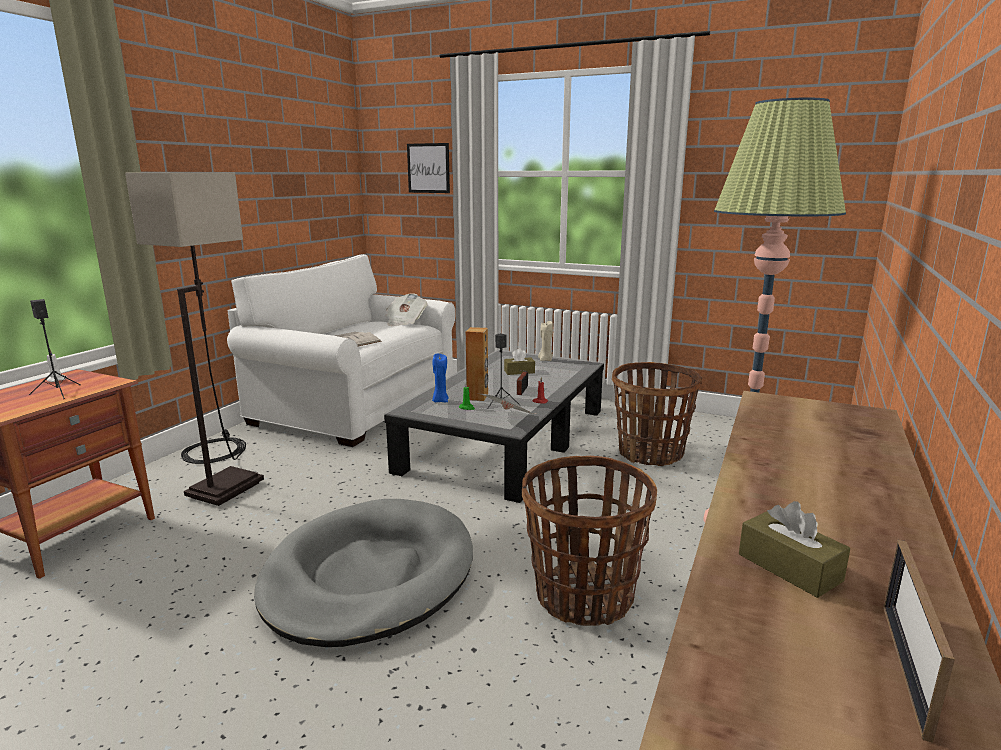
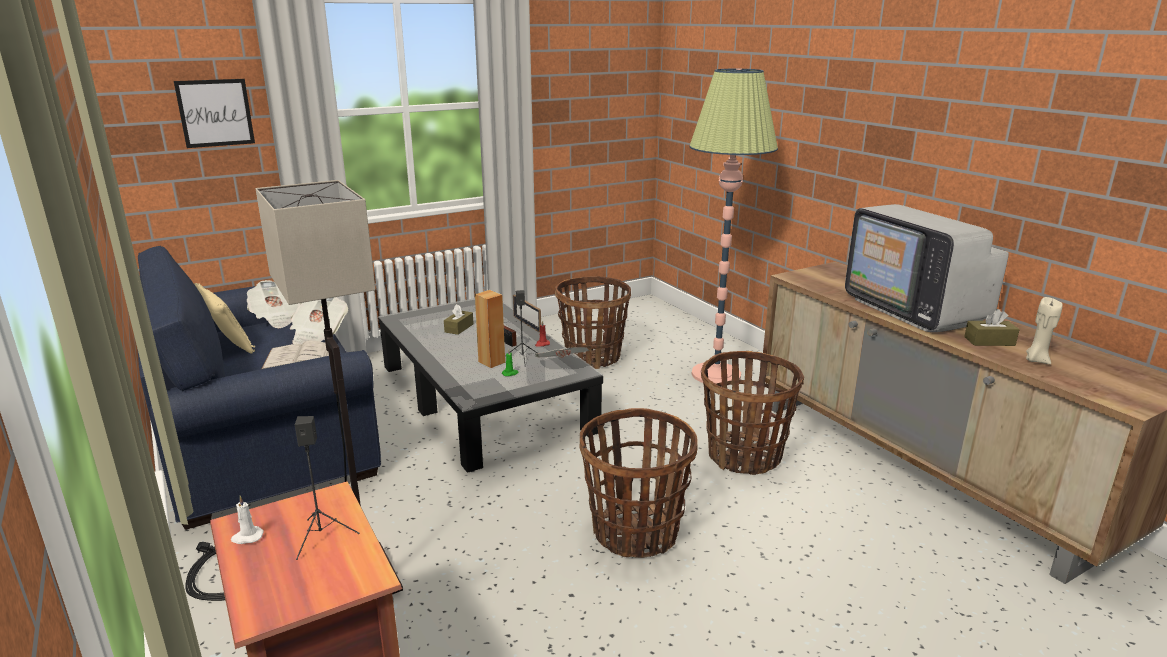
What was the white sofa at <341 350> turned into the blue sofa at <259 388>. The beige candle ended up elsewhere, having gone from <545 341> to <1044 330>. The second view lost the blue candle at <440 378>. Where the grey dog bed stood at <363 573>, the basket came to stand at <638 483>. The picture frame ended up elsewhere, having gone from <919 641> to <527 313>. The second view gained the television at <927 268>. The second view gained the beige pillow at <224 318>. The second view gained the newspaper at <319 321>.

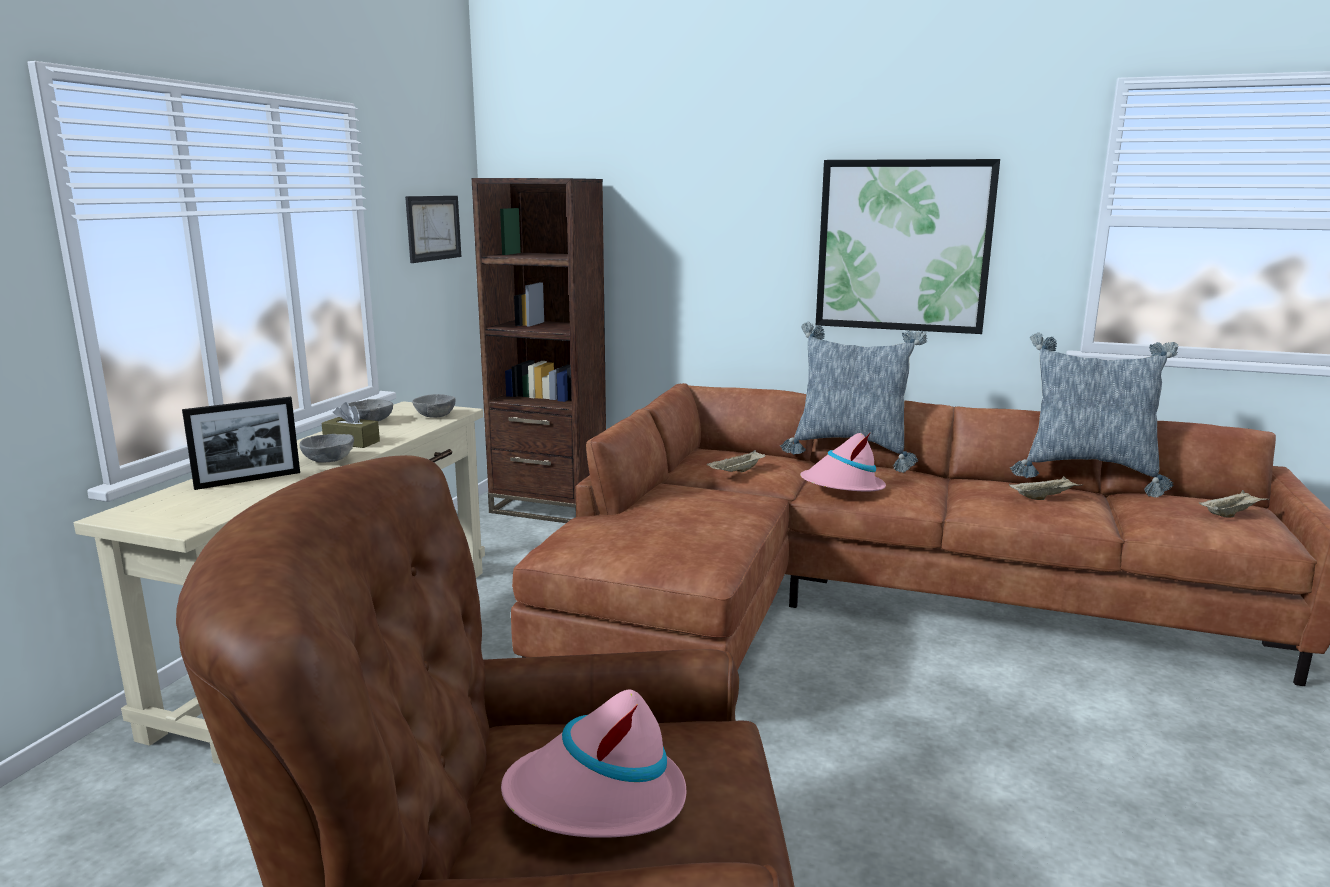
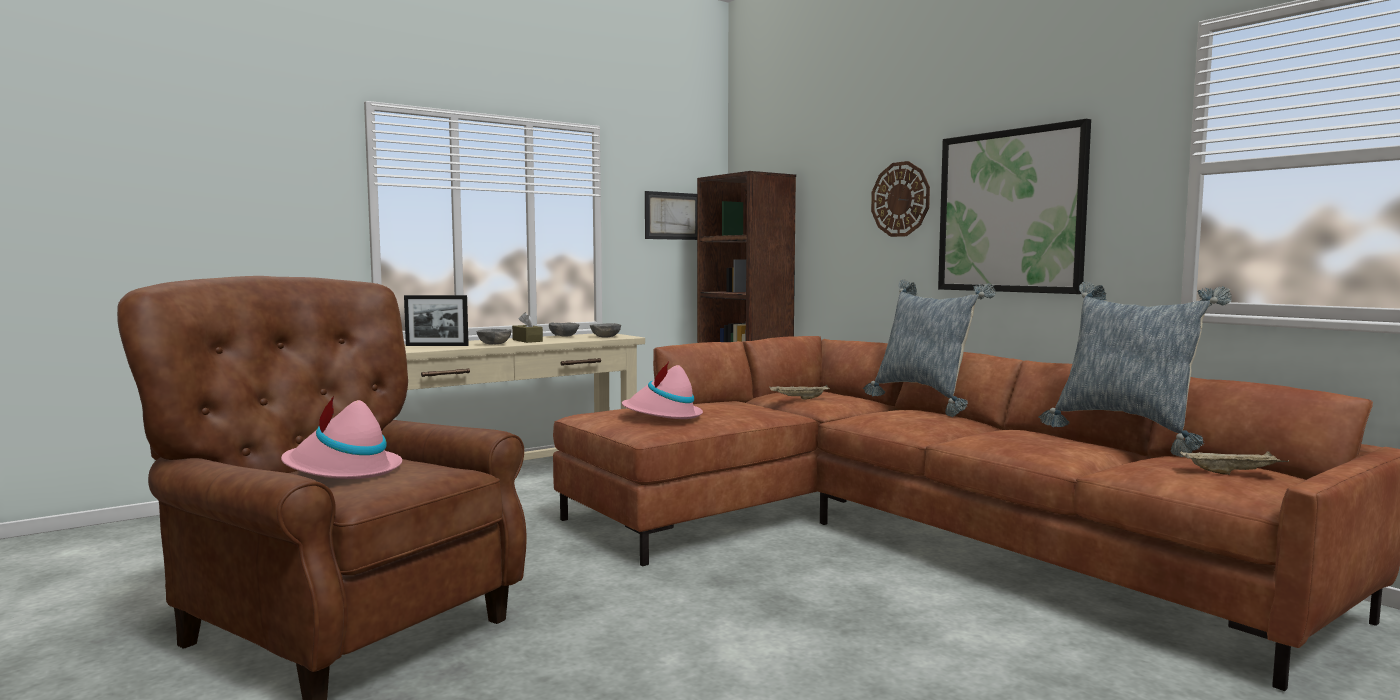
The pink hat ended up elsewhere, having gone from <843 462> to <662 390>. The second view lost the beige tray at <1045 488>. The second view gained the wall clock at <900 199>.

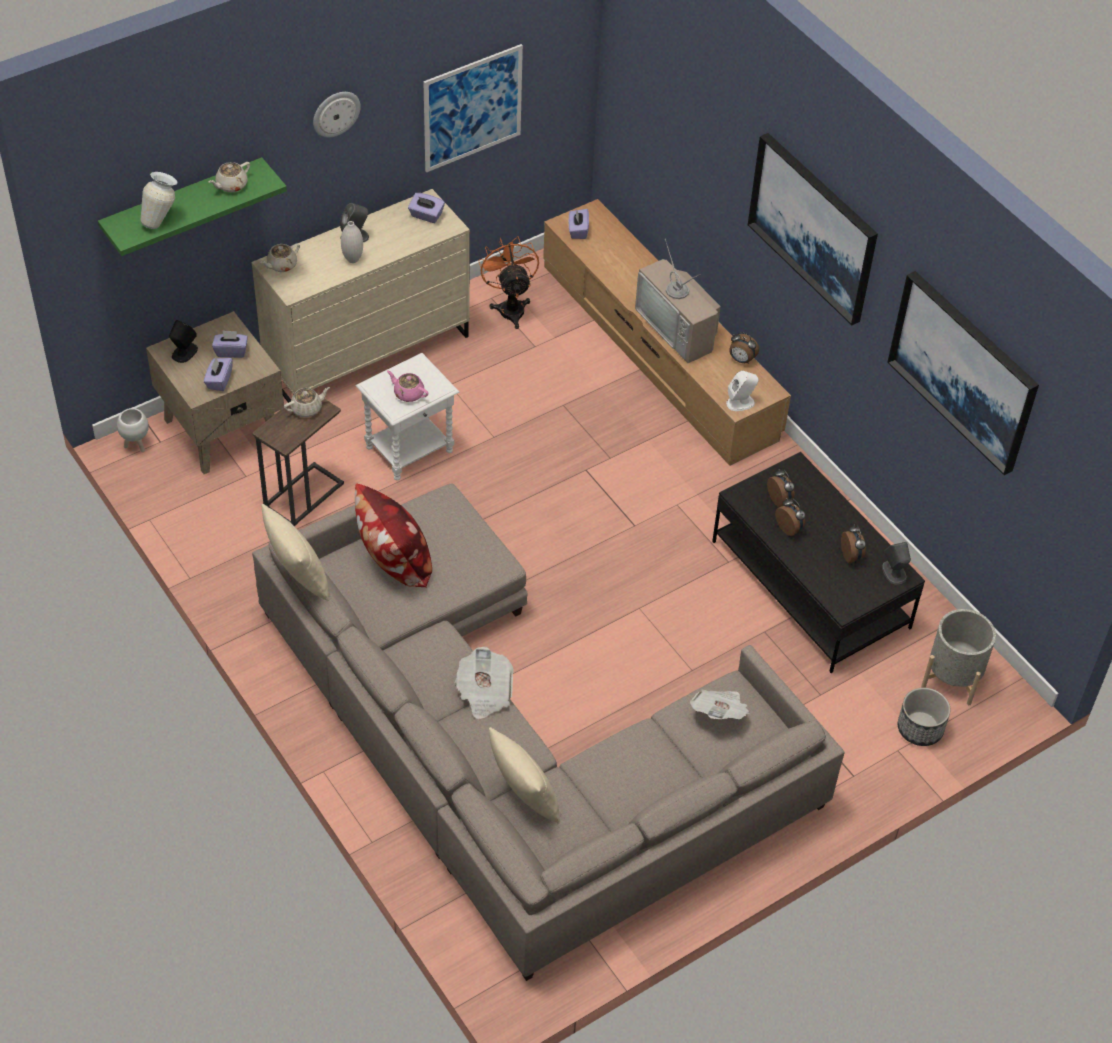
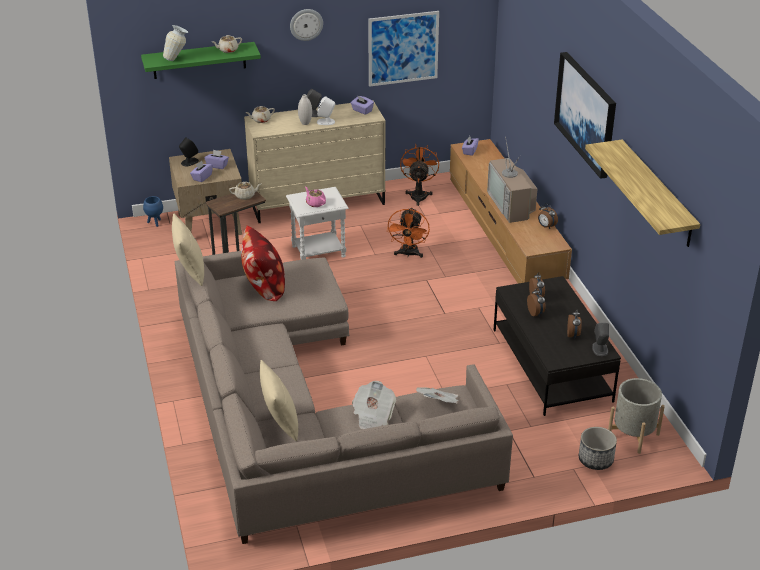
Where the picture hung at <963 373>, the shelf came to hang at <642 193>. The white speaker ended up elsewhere, having gone from <742 391> to <326 110>. What was the white planter at <133 430> turned into the blue planter at <153 211>. The newspaper ended up elsewhere, having gone from <484 683> to <374 405>. The second view gained the orange fan at <408 232>.

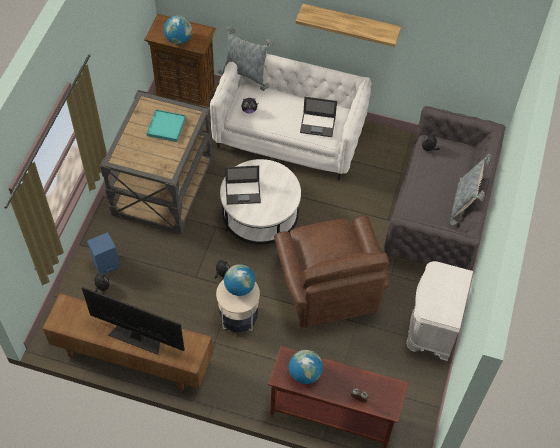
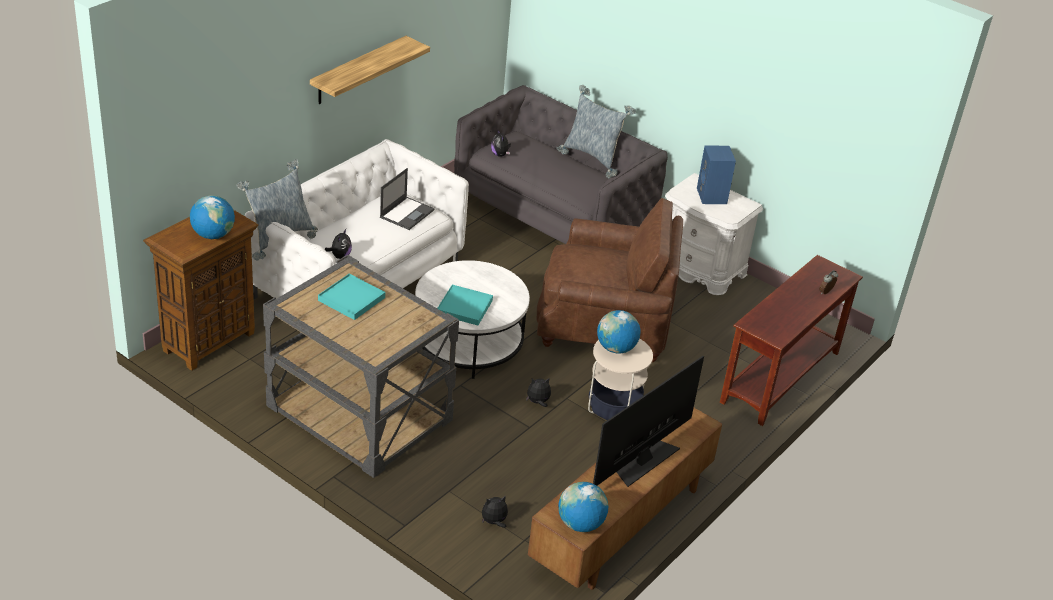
Where the laptop stood at <243 185>, the turquoise tray came to stand at <465 305>. The blue speaker ended up elsewhere, having gone from <103 253> to <716 174>. The globe ended up elsewhere, having gone from <306 367> to <583 507>.

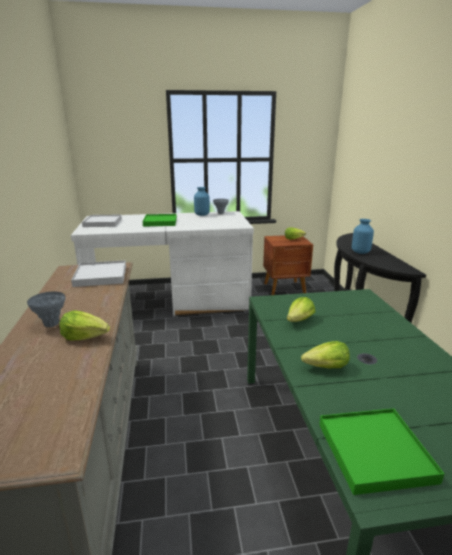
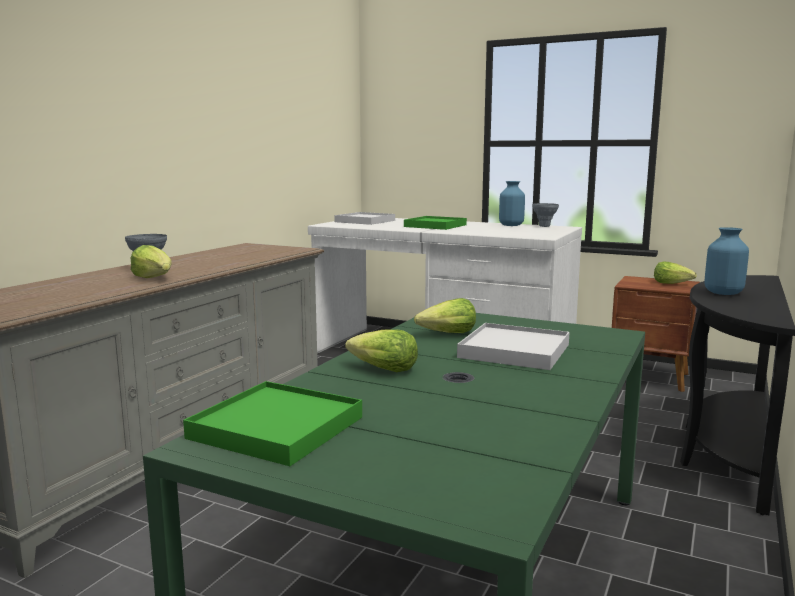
The white tray ended up elsewhere, having gone from <98 273> to <513 346>.

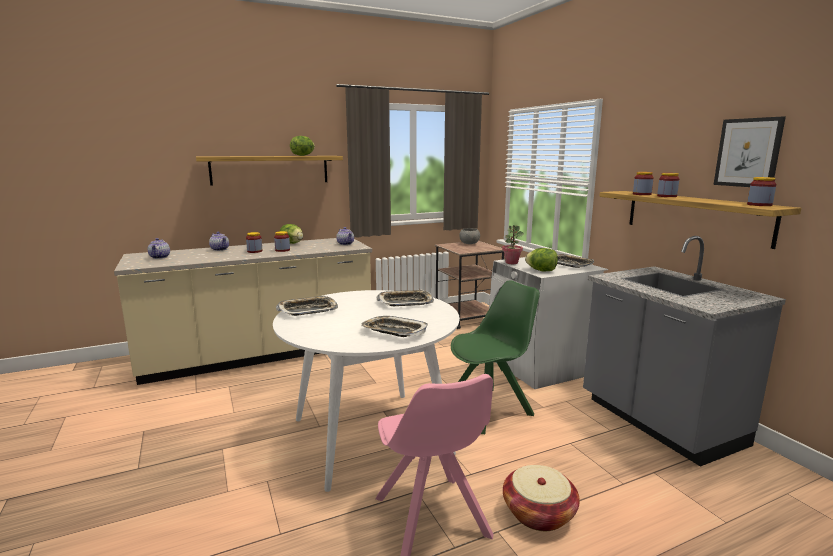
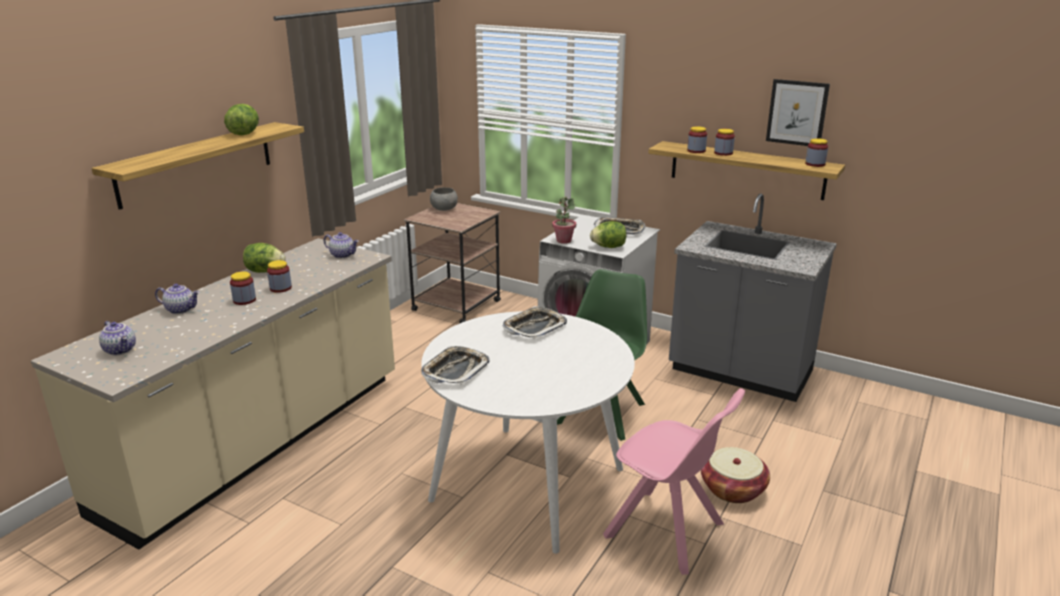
The second view lost the tray at <394 326>.

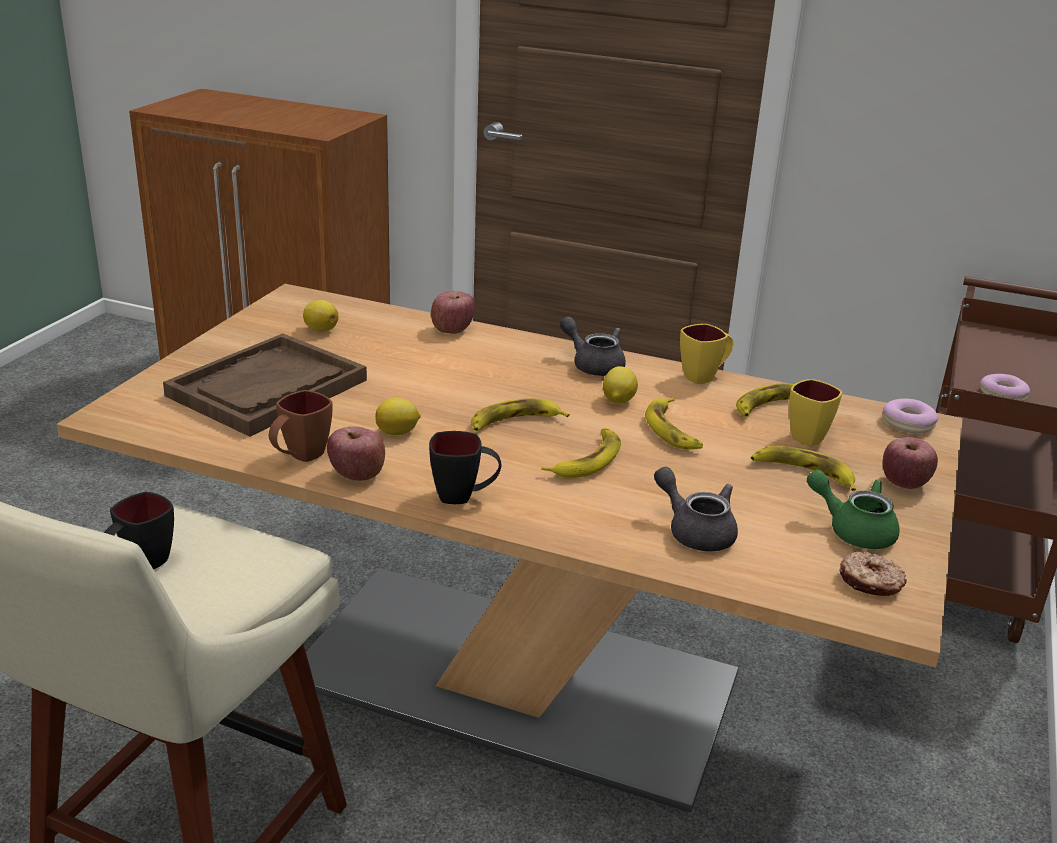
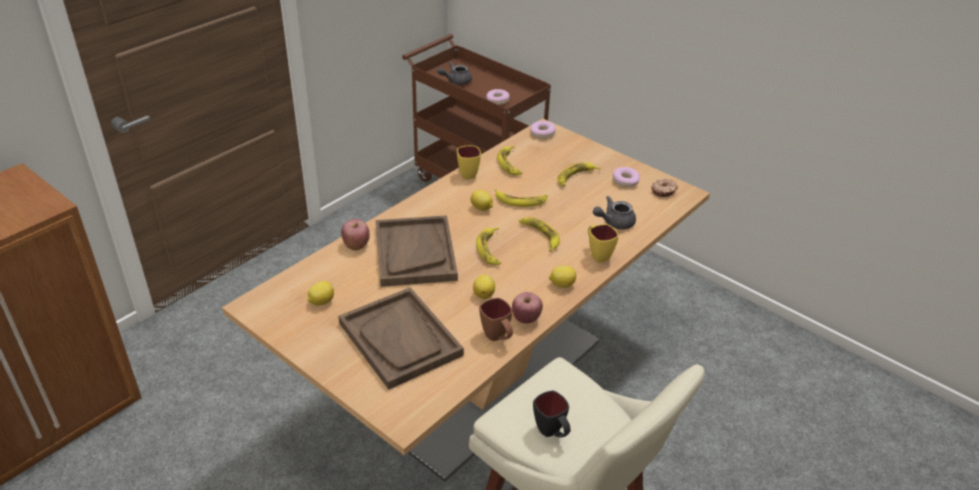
The grey teapot ended up elsewhere, having gone from <593 346> to <455 73>. The yellow mug ended up elsewhere, having gone from <815 412> to <603 243>. Where the black mug stood at <465 467>, the lemon came to stand at <562 277>. The second view lost the apple at <910 463>. Where the green teapot stood at <853 509>, the donut came to stand at <626 177>. The second view gained the brown tray at <417 251>.

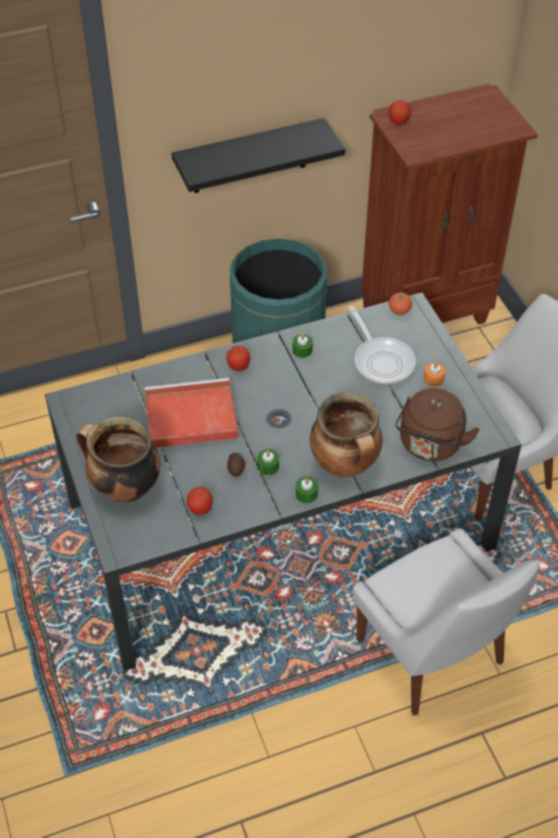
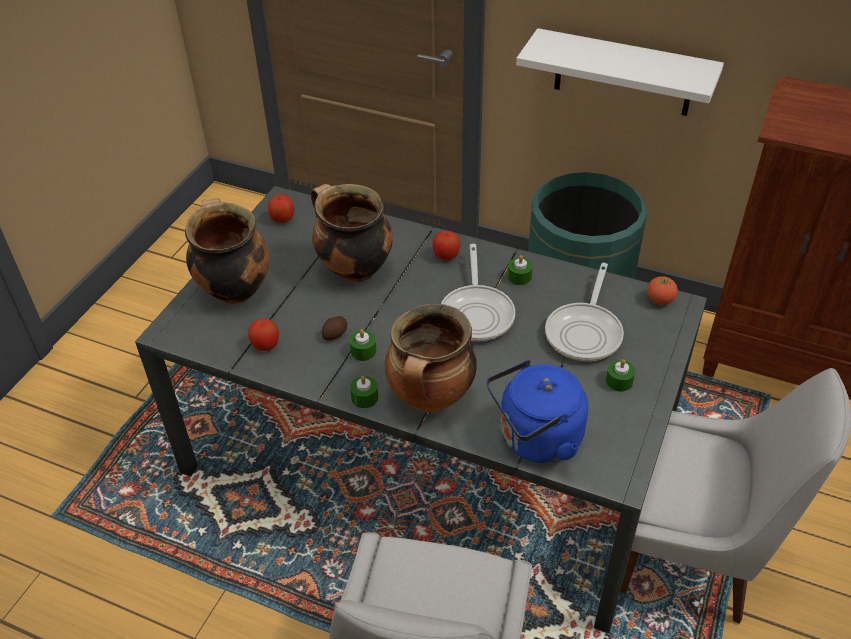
The apple ended up elsewhere, having gone from <400 112> to <281 208>. What was the black shelf at <258 155> turned into the white shelf at <620 72>. What was the orange candle at <434 374> turned into the green candle at <620 375>. Where the red tray stood at <191 413>, the cooking pot came to stand at <352 233>. What was the brown kettle at <437 424> turned into the blue kettle at <537 411>. The second view gained the frying pan at <478 292>.

